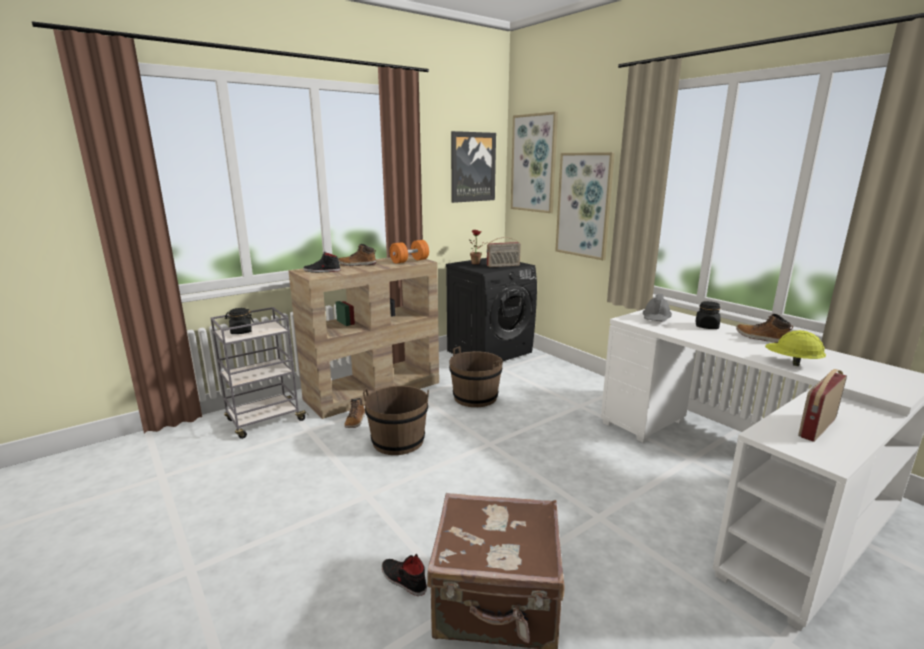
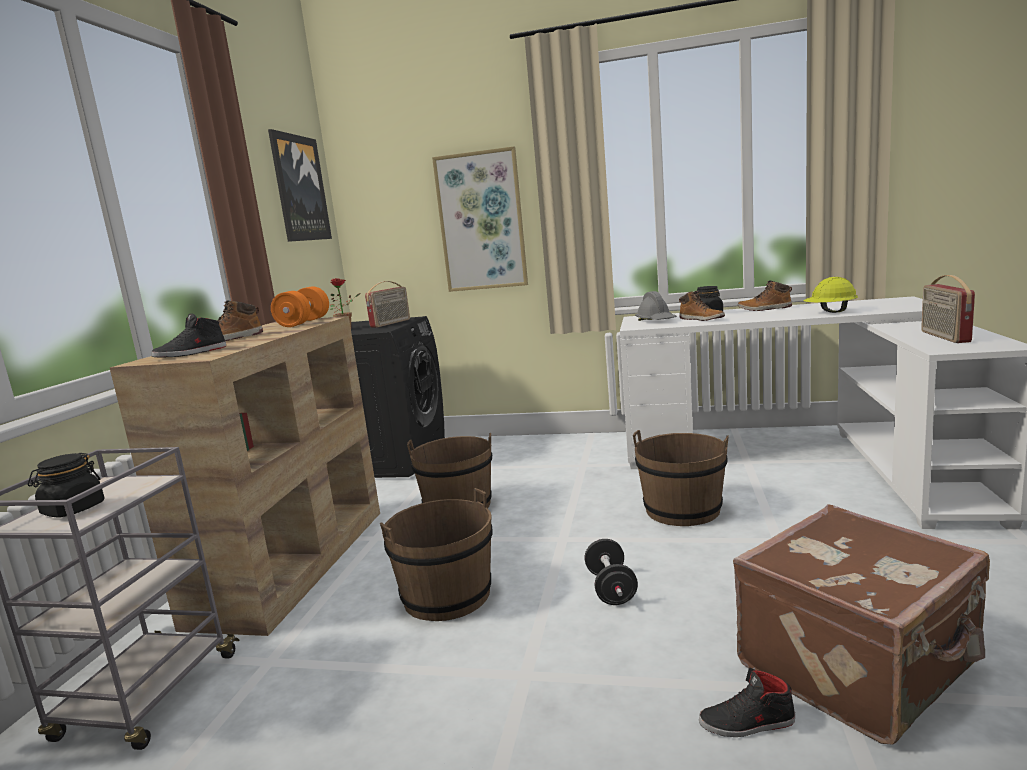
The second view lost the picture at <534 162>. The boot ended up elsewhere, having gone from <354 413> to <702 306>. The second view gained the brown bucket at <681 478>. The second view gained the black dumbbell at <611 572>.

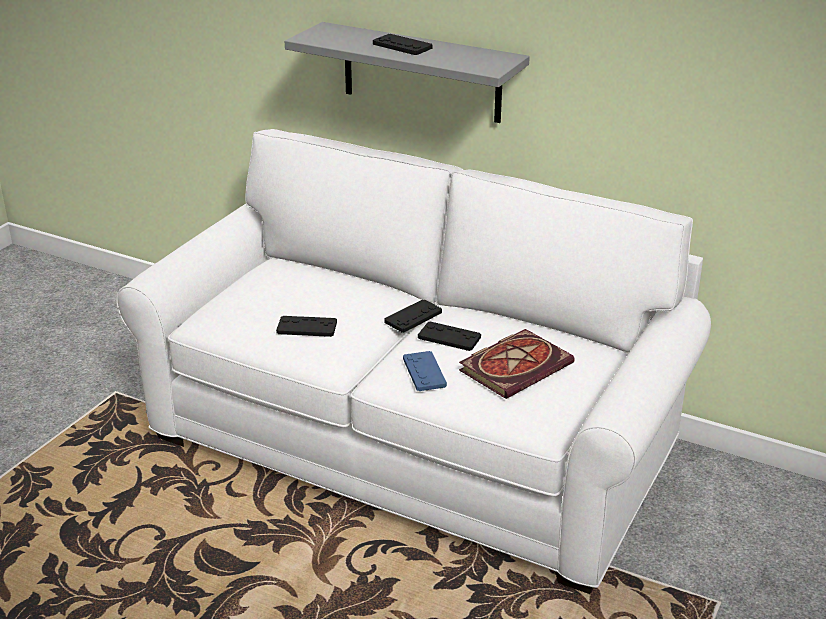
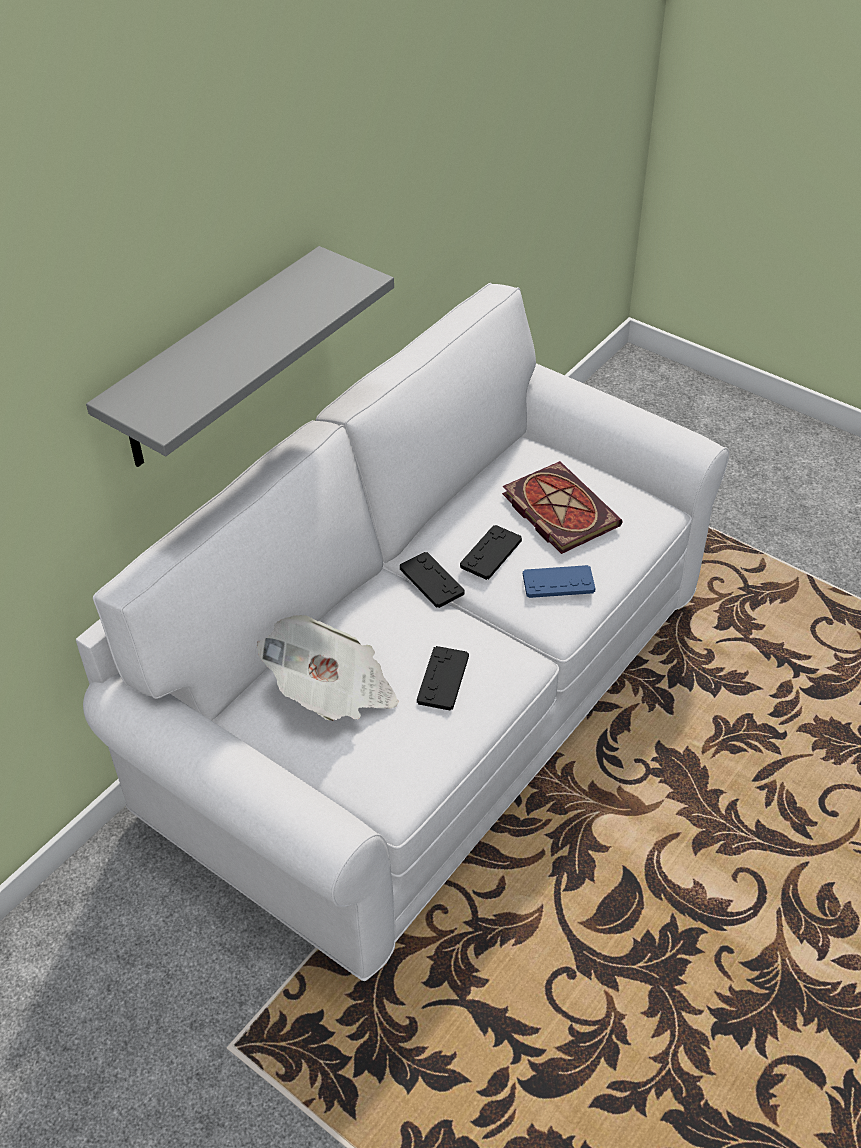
The second view lost the black game controller at <403 44>. The second view gained the newspaper at <328 668>.

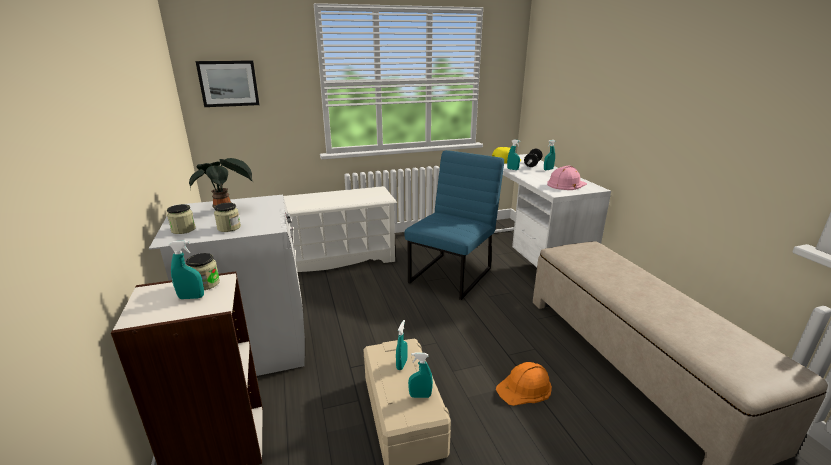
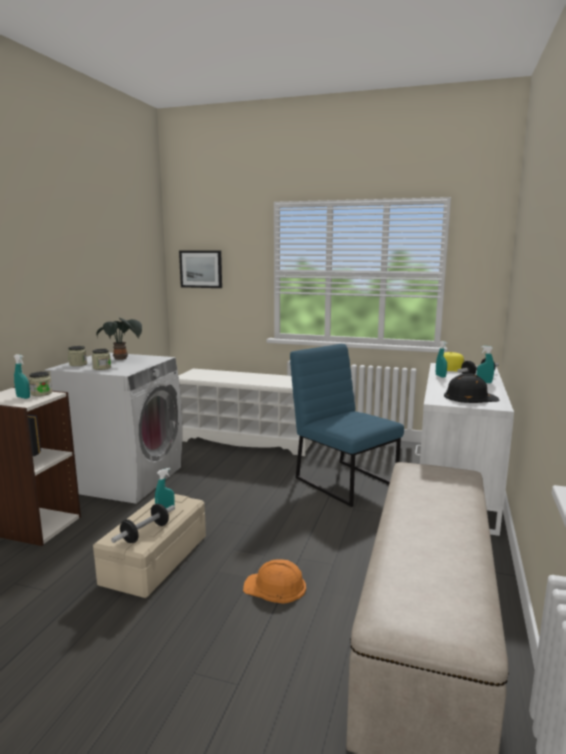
The blue chair at <454 225> ended up facing another way, 105 degrees counterclockwise from before. What was the pink hard hat at <567 178> turned into the black hard hat at <472 388>. Where the turquoise spray bottle stood at <420 375>, the dumbbell came to stand at <143 523>.

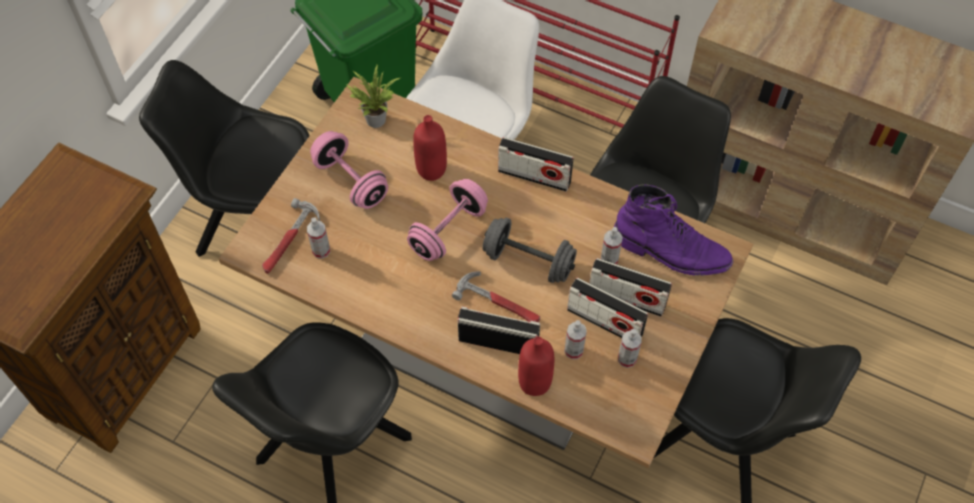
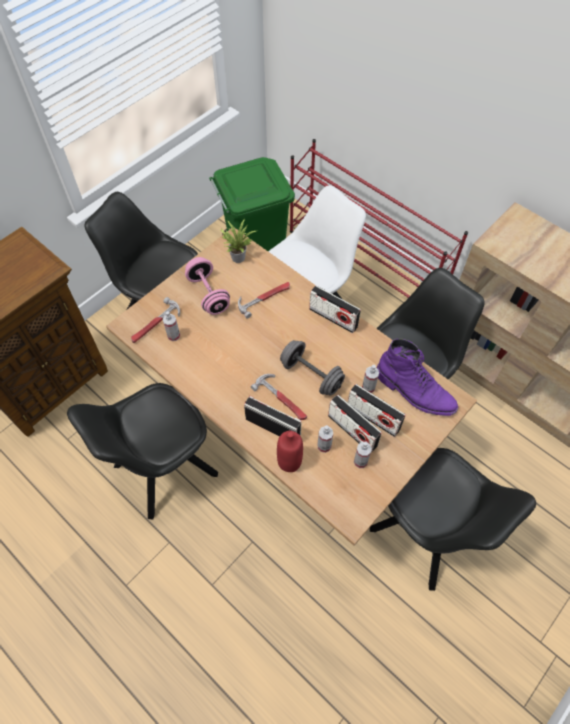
Where the red bottle stood at <430 148>, the hammer came to stand at <264 300>. The second view lost the pink dumbbell at <447 220>.

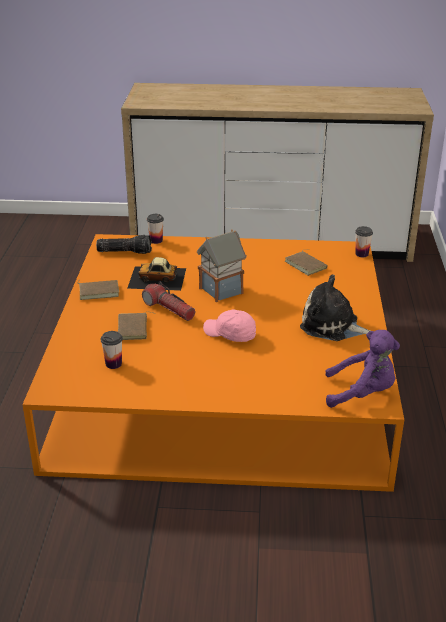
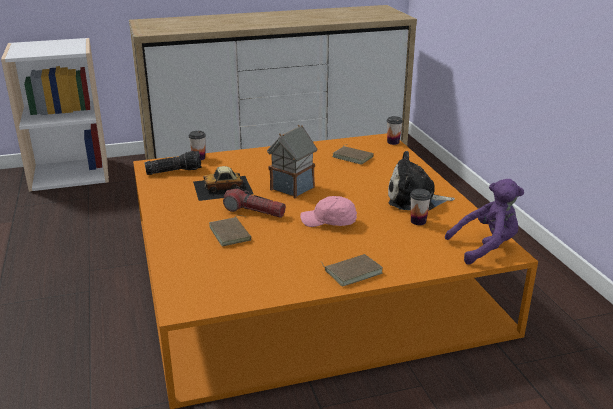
The brown book ended up elsewhere, having gone from <98 289> to <352 270>. The cup ended up elsewhere, having gone from <112 350> to <420 207>. The second view gained the white bookcase at <55 115>.

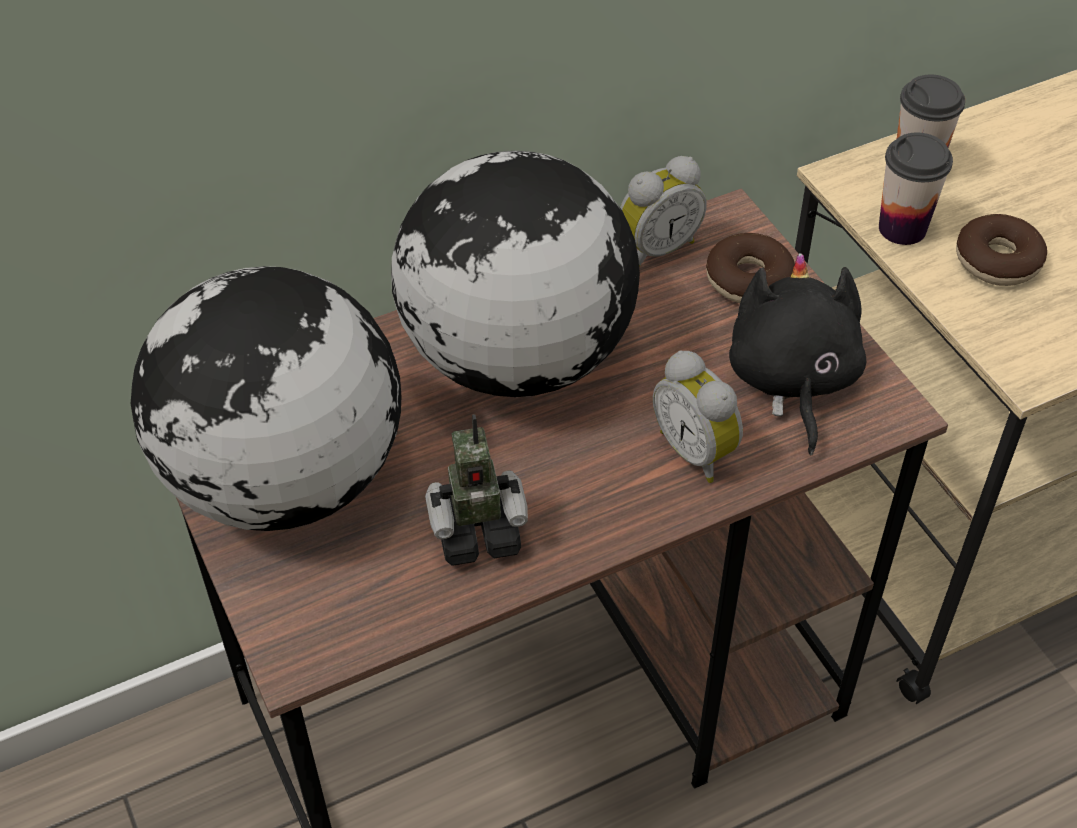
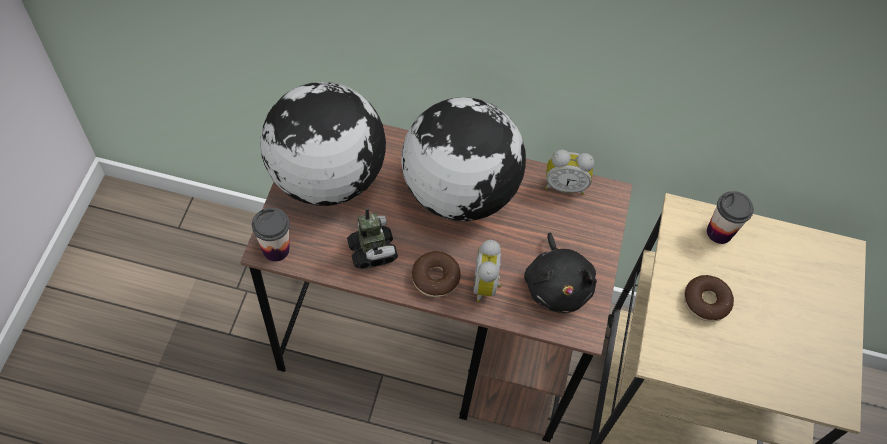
The cup ended up elsewhere, having gone from <916 189> to <271 234>. The donut ended up elsewhere, having gone from <750 268> to <436 274>. The black plush toy at <797 354> ended up facing another way, 135 degrees clockwise from before. The toy robot at <476 490> ended up facing another way, 135 degrees counterclockwise from before.

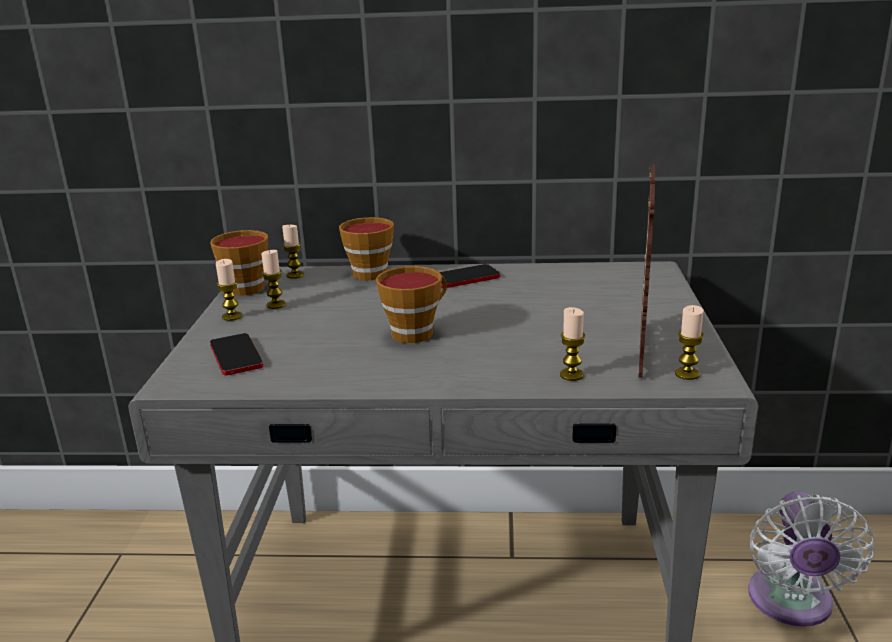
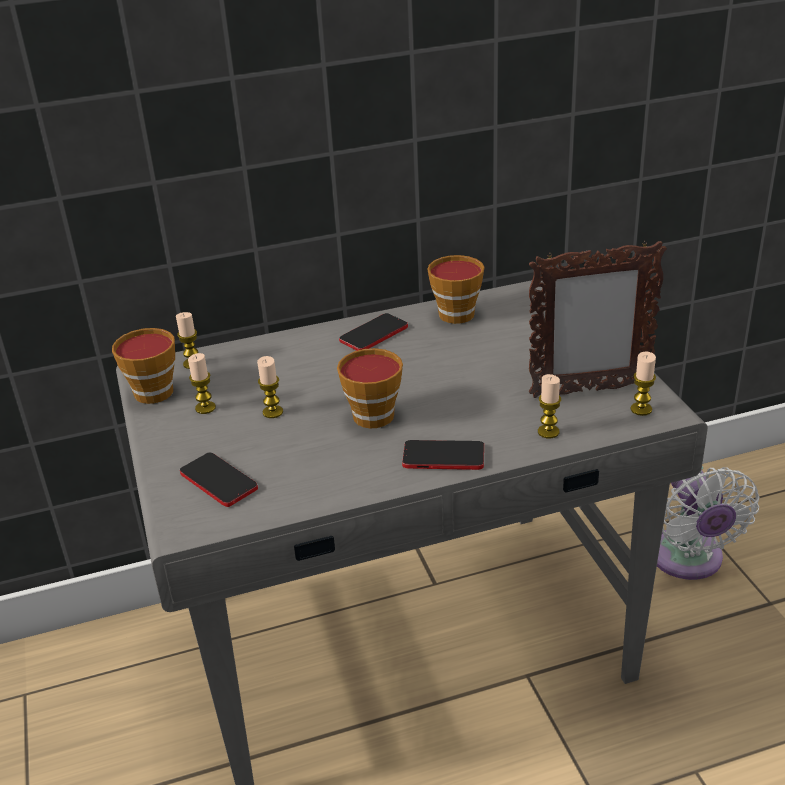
The picture frame at <647 271> ended up facing another way, 90 degrees clockwise from before. The cup ended up elsewhere, having gone from <366 248> to <455 289>. The candle ended up elsewhere, having gone from <229 290> to <270 387>. The second view gained the phone at <443 455>.

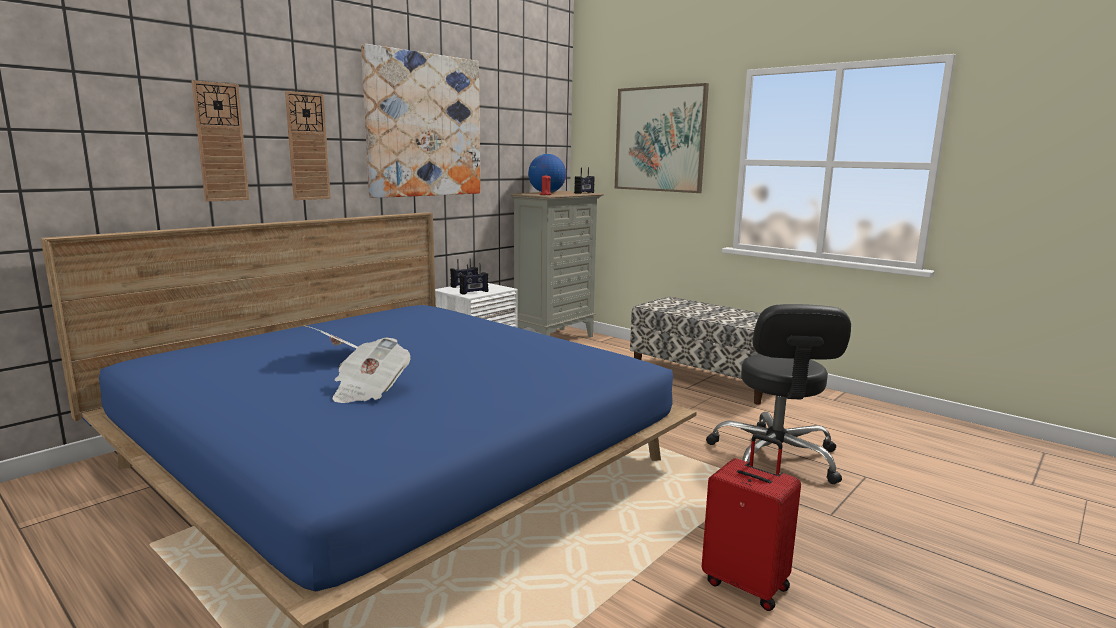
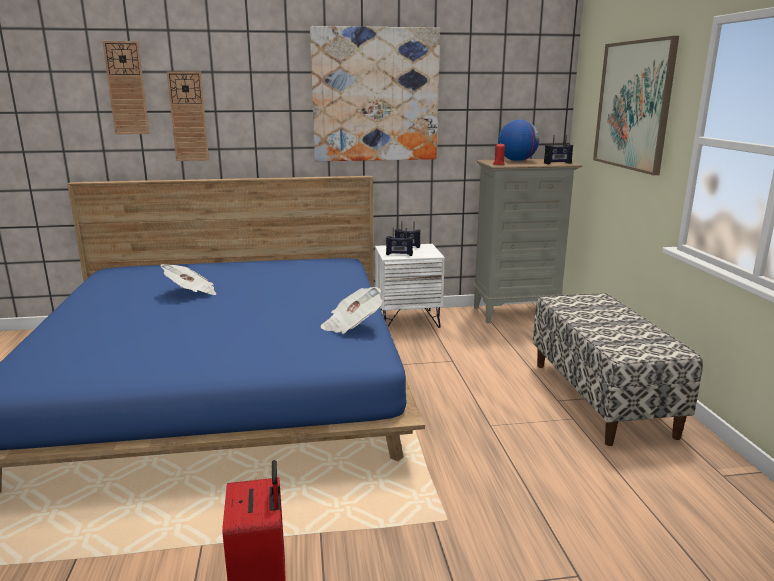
The wall clock ended up elsewhere, having gone from <308 145> to <126 87>. The second view lost the black office chair at <778 394>. The newspaper ended up elsewhere, having gone from <371 370> to <351 310>.

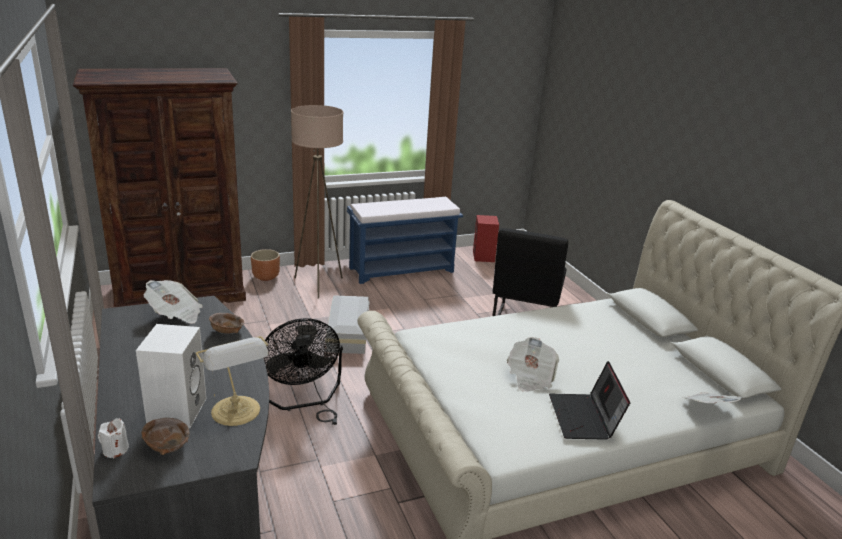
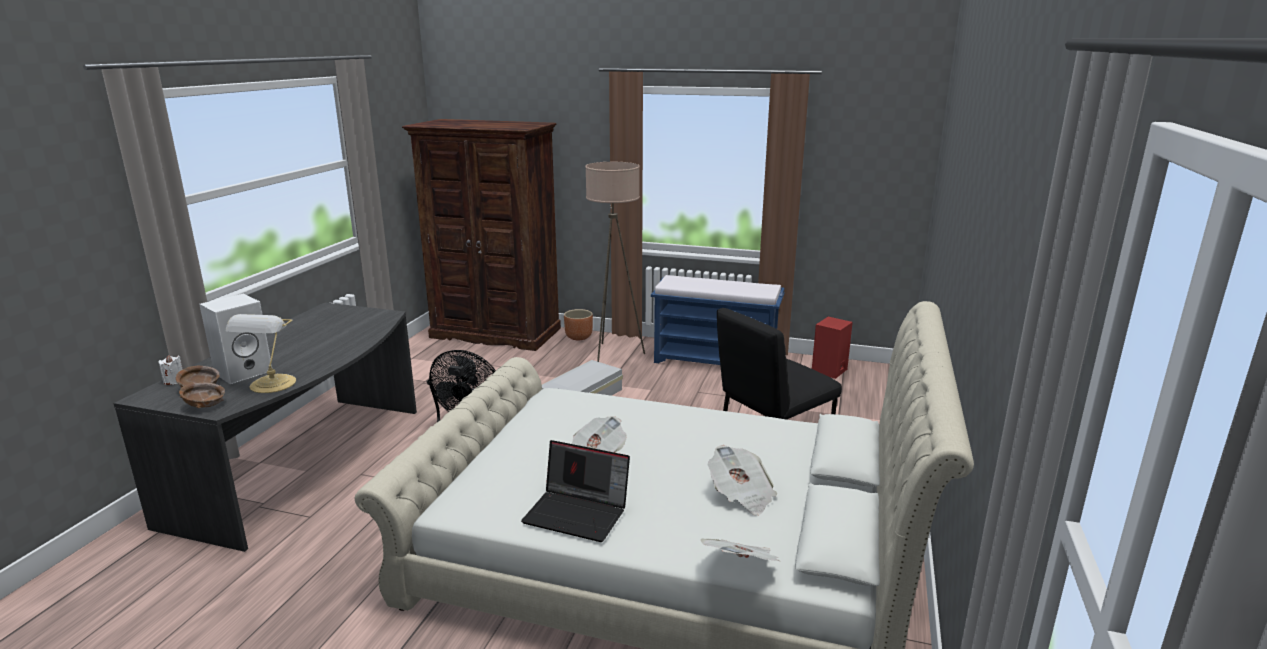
The newspaper ended up elsewhere, having gone from <173 302> to <742 480>. The brown bowl ended up elsewhere, having gone from <226 323> to <202 395>. The laptop at <589 400> ended up facing another way, 105 degrees counterclockwise from before.

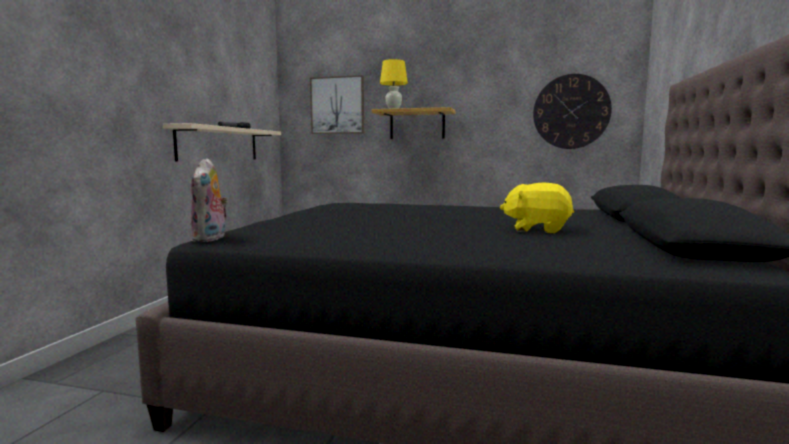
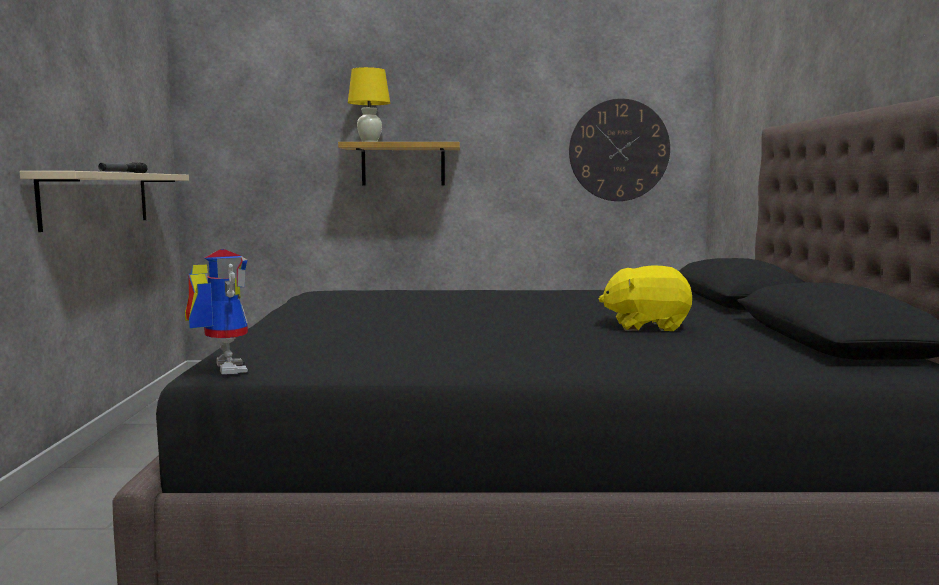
The second view lost the picture at <337 104>. Where the plush toy stood at <209 200>, the toy robot came to stand at <216 311>.

